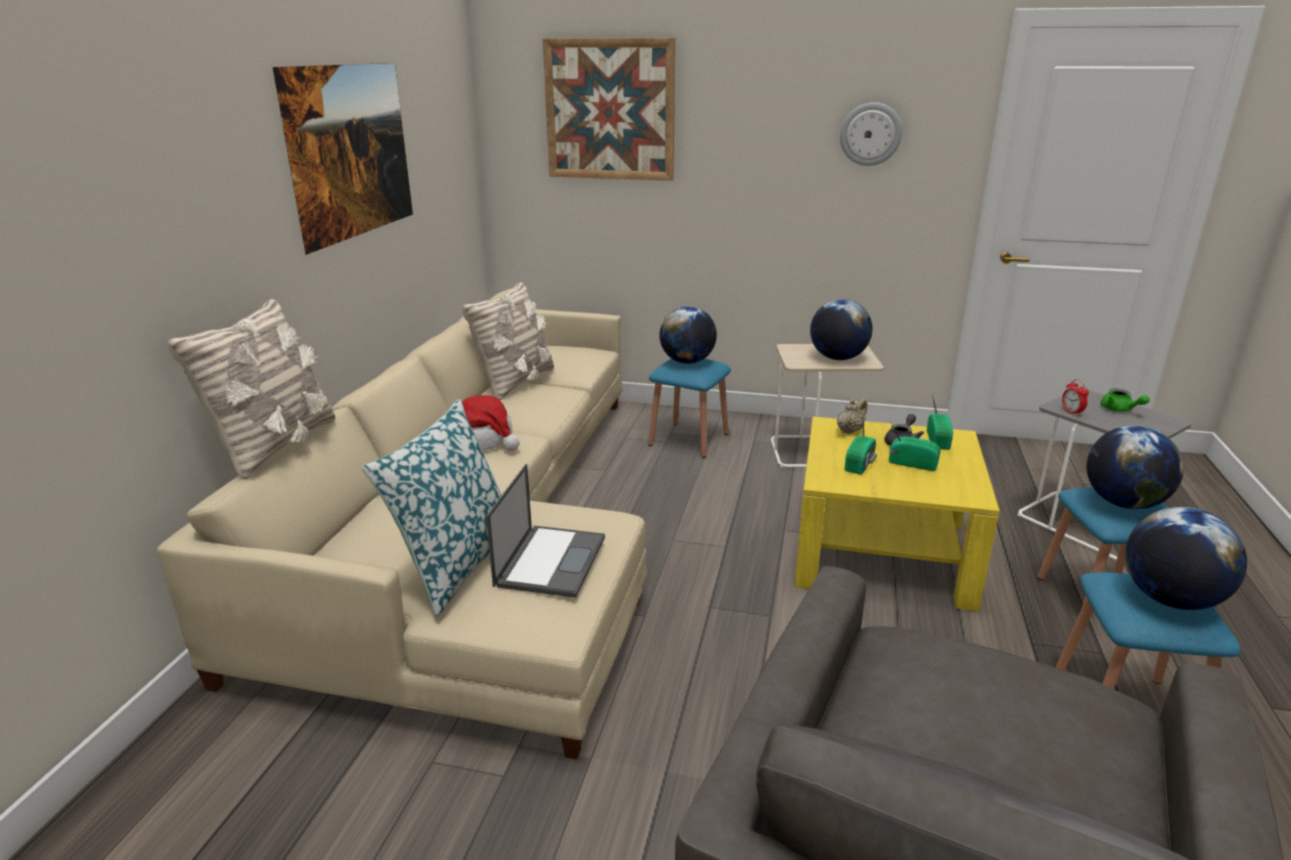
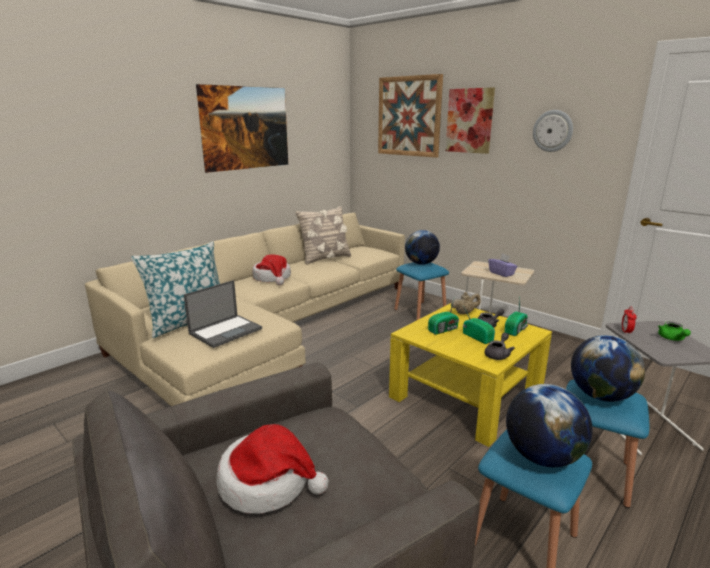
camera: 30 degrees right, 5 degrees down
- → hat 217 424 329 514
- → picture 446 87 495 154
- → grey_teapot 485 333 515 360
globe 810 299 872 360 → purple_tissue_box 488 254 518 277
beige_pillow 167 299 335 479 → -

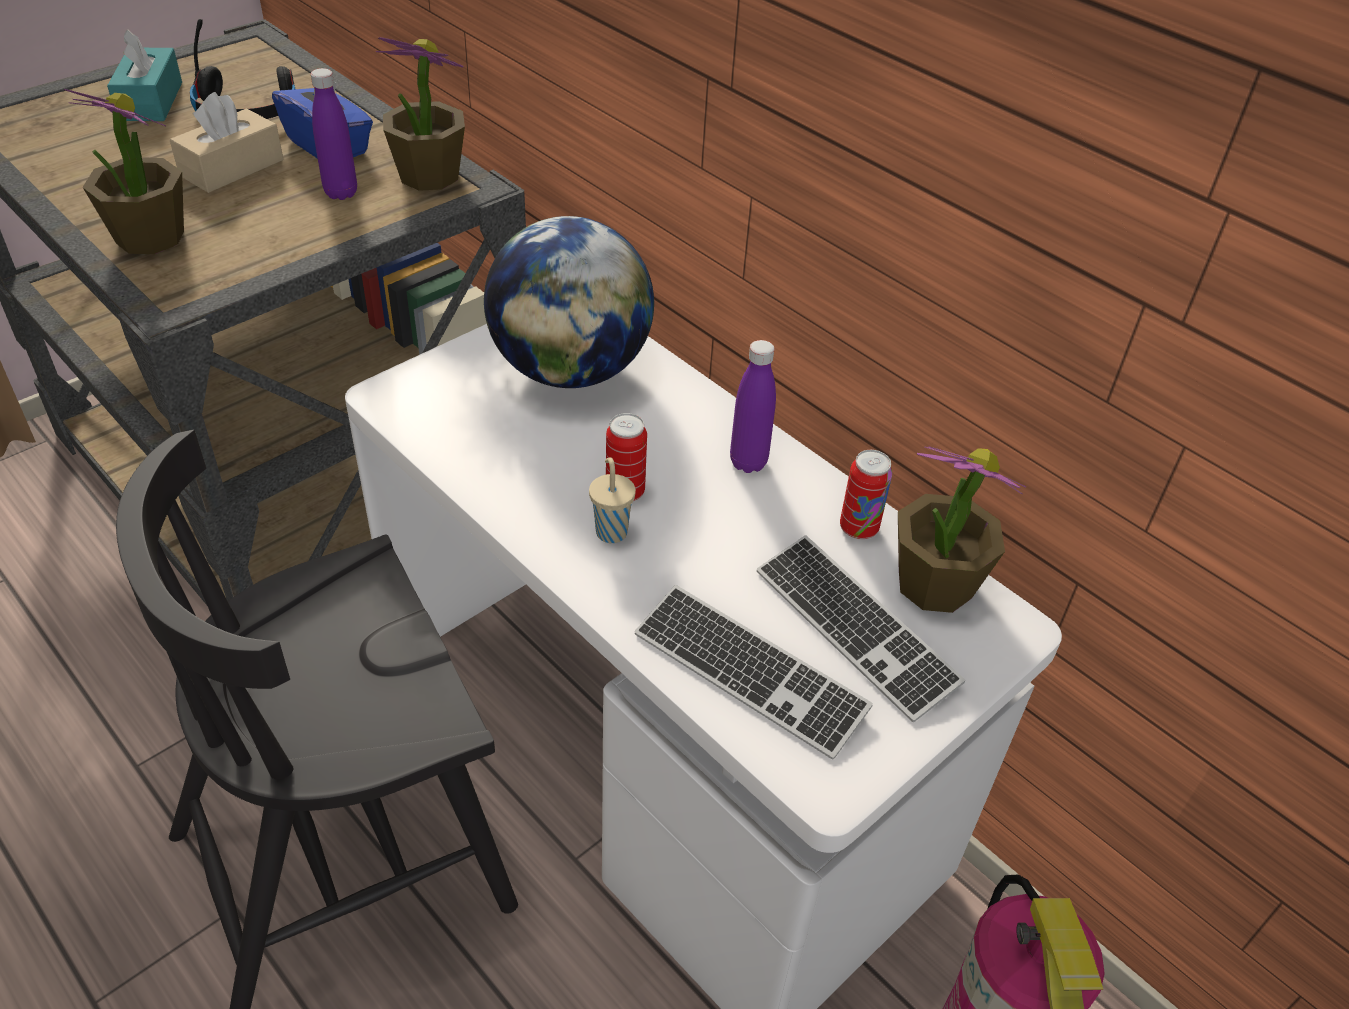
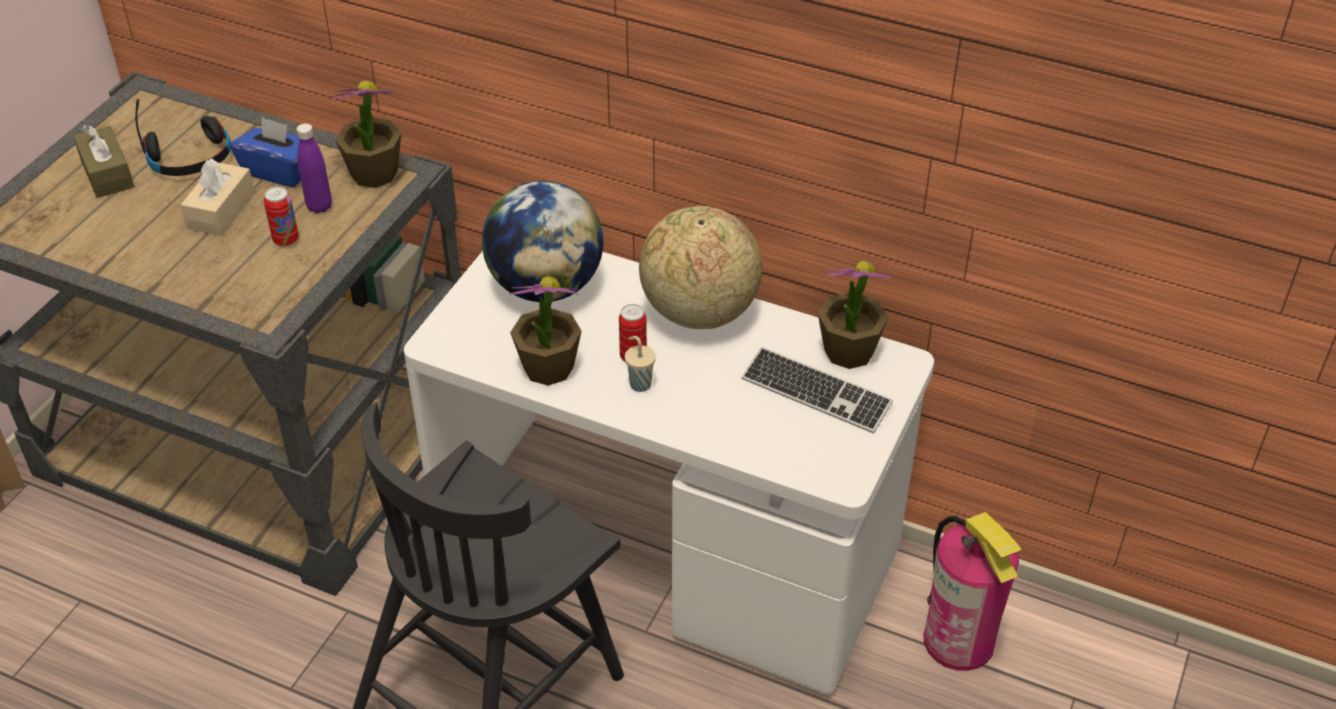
camera: 20 degrees left, 0 degrees up
turquoise_tissue_box 107 29 182 121 → brown_tissue_box 73 125 134 198
can 840 450 892 539 → can 264 186 299 247, move
potted_plant 64 89 184 254 → potted_plant 510 276 582 385, move
purple_bottle 730 340 776 473 → globe 639 206 763 329
keyboard 634 585 873 760 → -

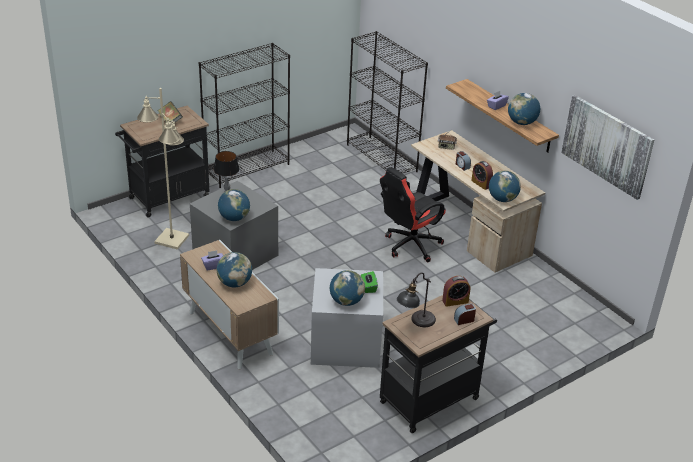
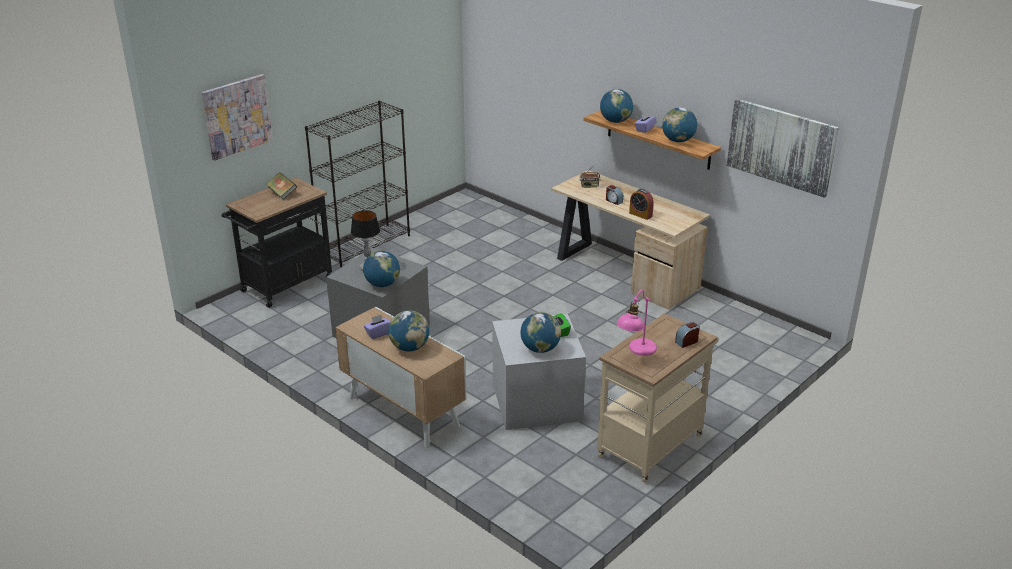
camera: 10 degrees left, 5 degrees down
- → picture 202 74 273 161
black_cart 380 295 497 433 → beige_cart 597 313 719 483
globe 489 171 521 202 → globe 600 89 633 123, move
grey_table_lamp 397 272 436 327 → pink_table_lamp 617 290 657 356
beige_floor_lamp 137 88 189 250 → -
black_bookcase 347 31 428 173 → -
black_office_chair 380 167 446 262 → -
alarm_clock 442 276 470 307 → -

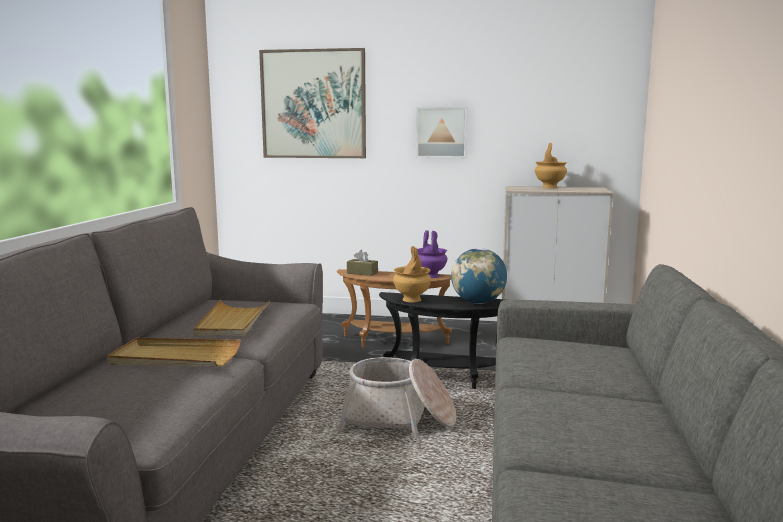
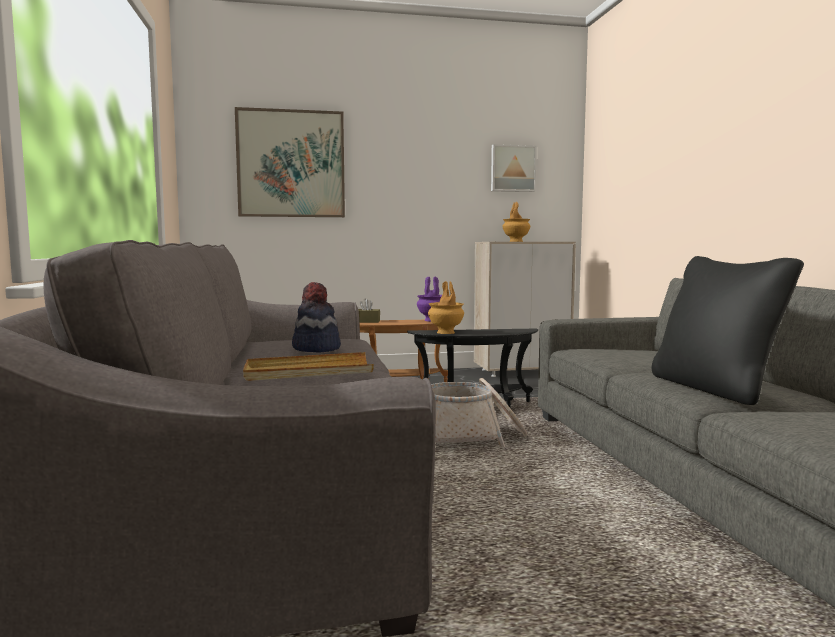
camera: 20 degrees left, 5 degrees down
beige_tray 193 300 270 336 → hat 292 282 341 353
picture 416 107 467 158 → picture 491 144 537 192, move
- → black_pillow 652 256 804 405
globe 451 248 507 304 → -

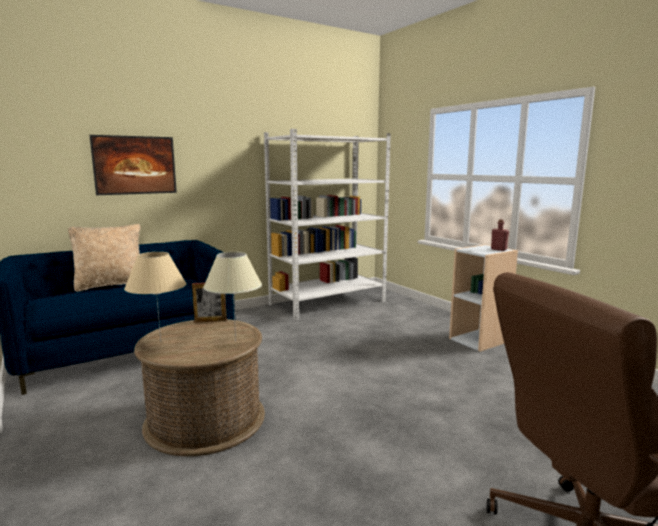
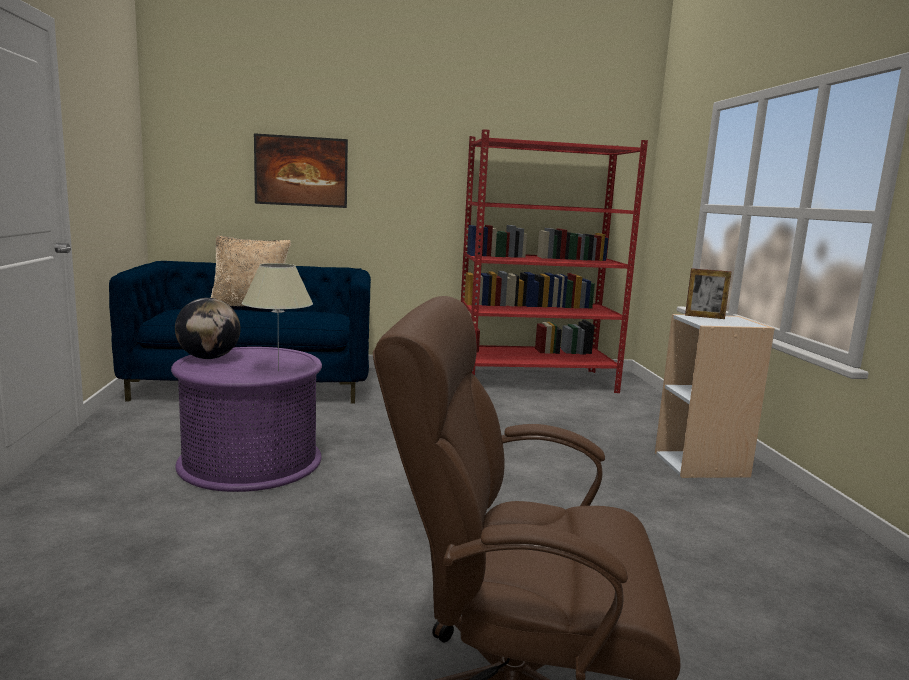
camera: 25 degrees right, 0 degrees up
brown_coffee_table 134 319 265 456 → purple_coffee_table 171 347 322 492
beige_table_lamp 124 252 186 342 → globe 175 298 241 359
white_bookcase 264 129 391 320 → red_bookcase 461 129 648 393
picture_frame 192 283 227 323 → picture_frame 685 268 731 319, move
red_bottle 491 219 509 251 → -

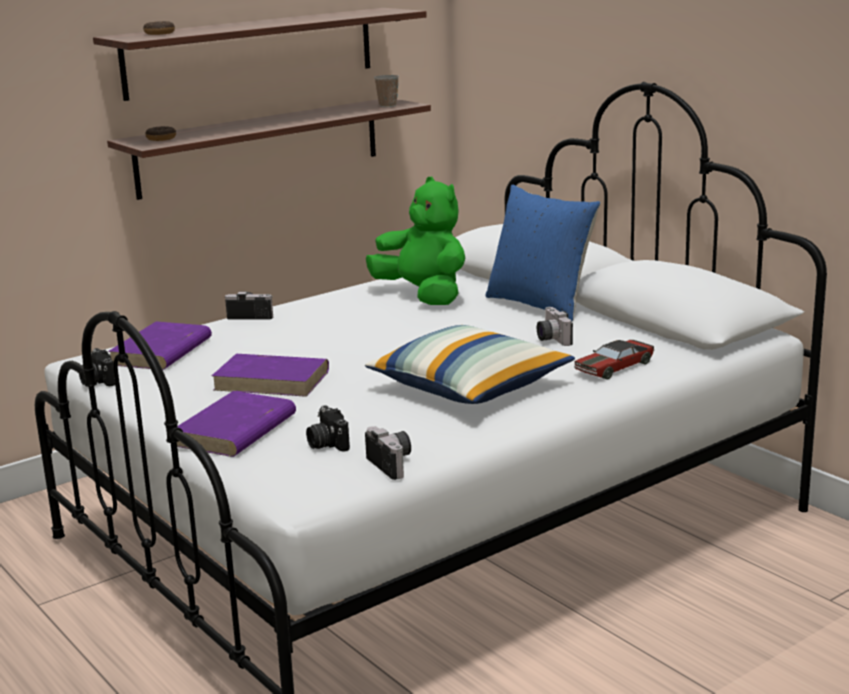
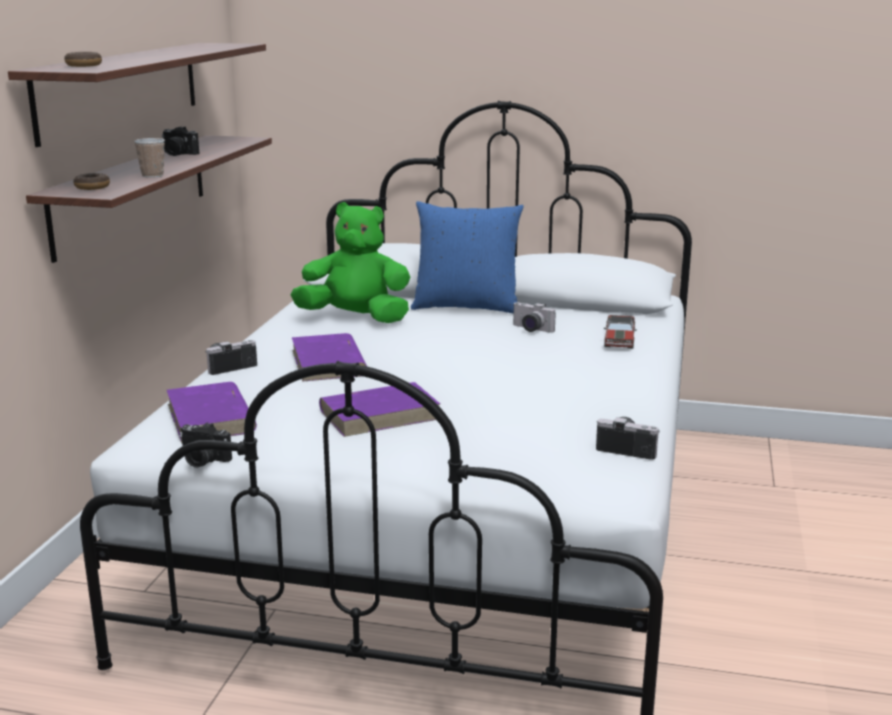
camera: 40 degrees left, 0 degrees up
cup 374 75 399 107 → cup 134 138 165 178, move
photo_camera 306 405 350 452 → photo_camera 162 126 199 156, move
purple_book 177 391 296 457 → purple_book 292 333 367 382, move
pillow 365 325 575 404 → -

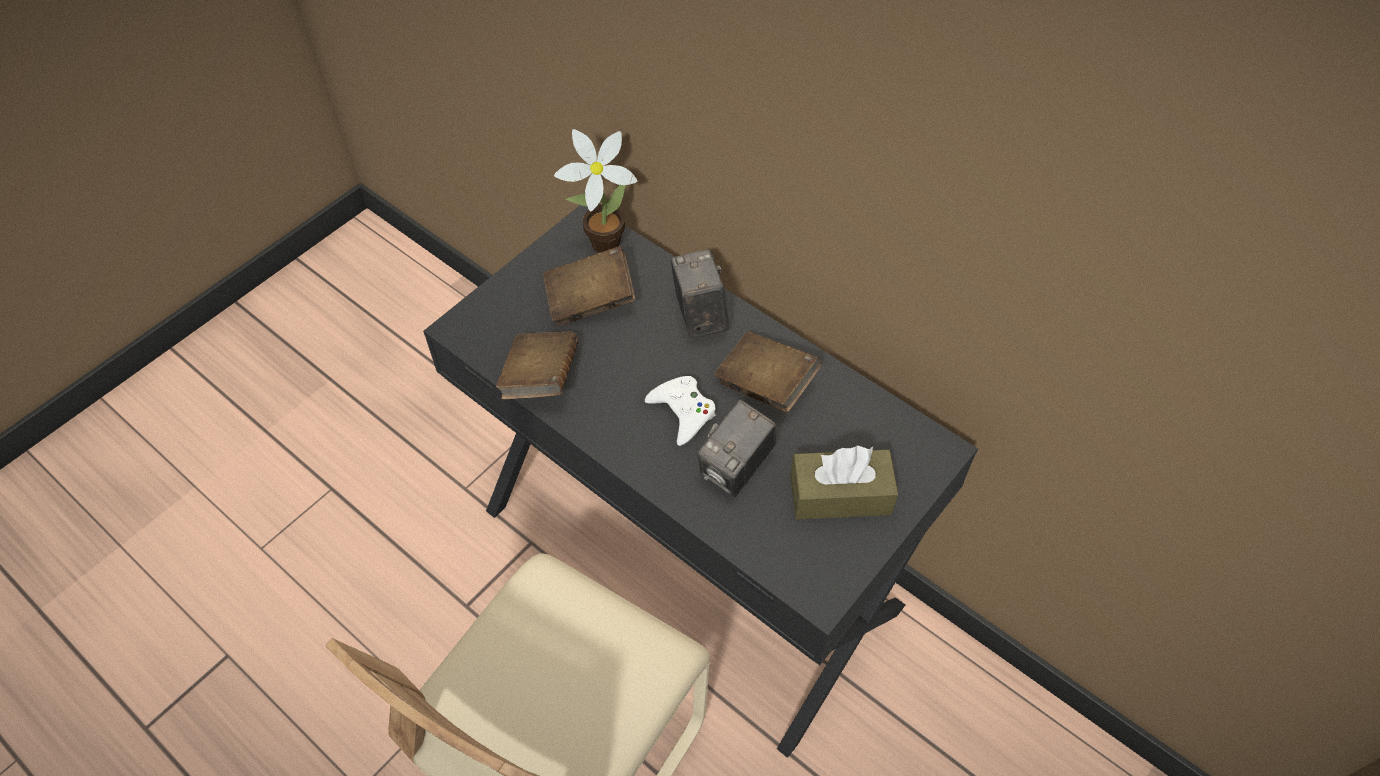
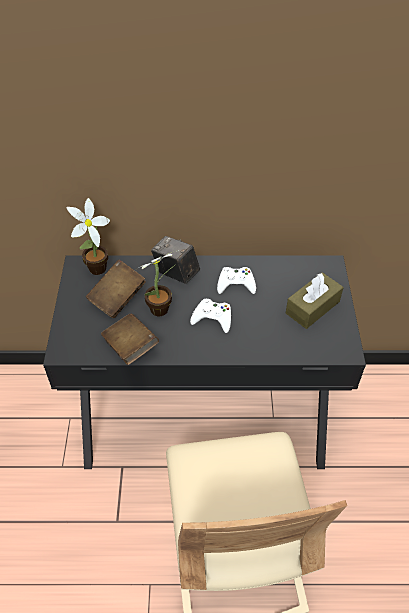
camera: 40 degrees left, 5 degrees down
- → potted_plant 131 250 179 316
brown_book 714 331 821 412 → white_game_controller 217 267 256 294
photo_camera 698 400 776 497 → -

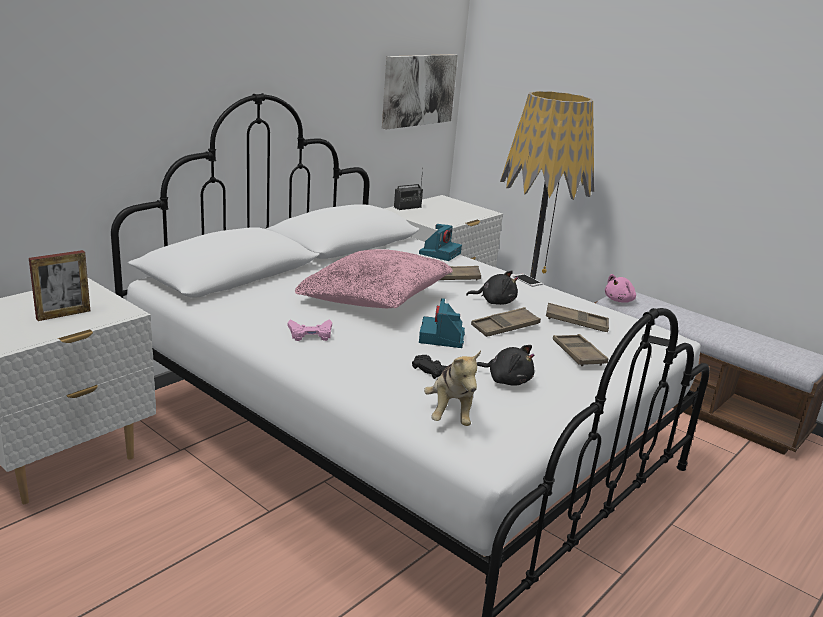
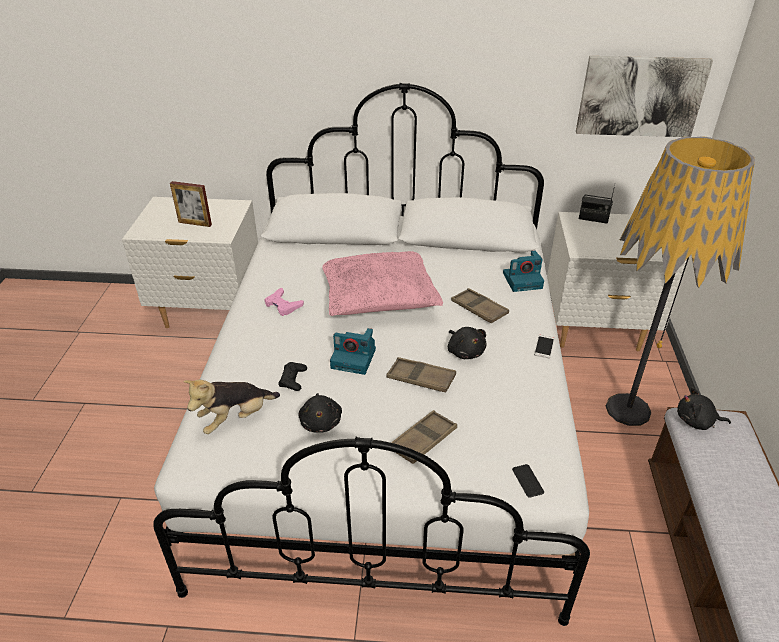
camera: 55 degrees right, 15 degrees up
photo_camera 419 298 465 348 → photo_camera 330 328 376 375, 135 degrees counterclockwise
pink_plush_toy 605 274 636 303 → black_plush_toy 677 387 731 430
brown_tray 546 303 609 332 → -

